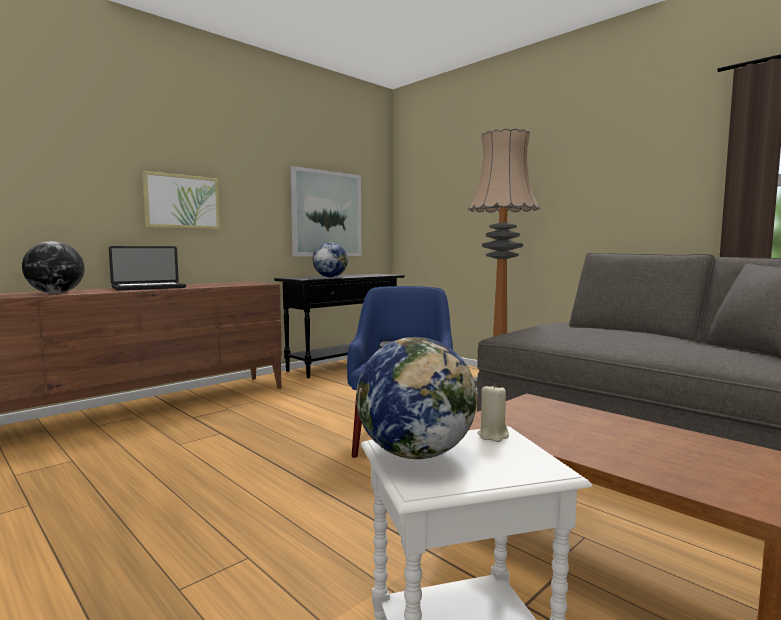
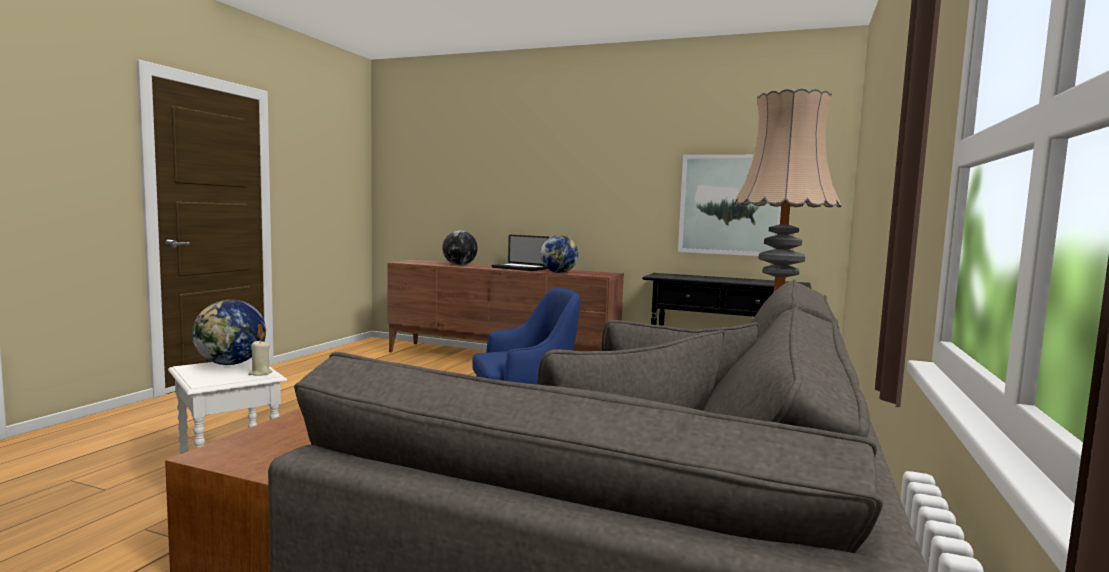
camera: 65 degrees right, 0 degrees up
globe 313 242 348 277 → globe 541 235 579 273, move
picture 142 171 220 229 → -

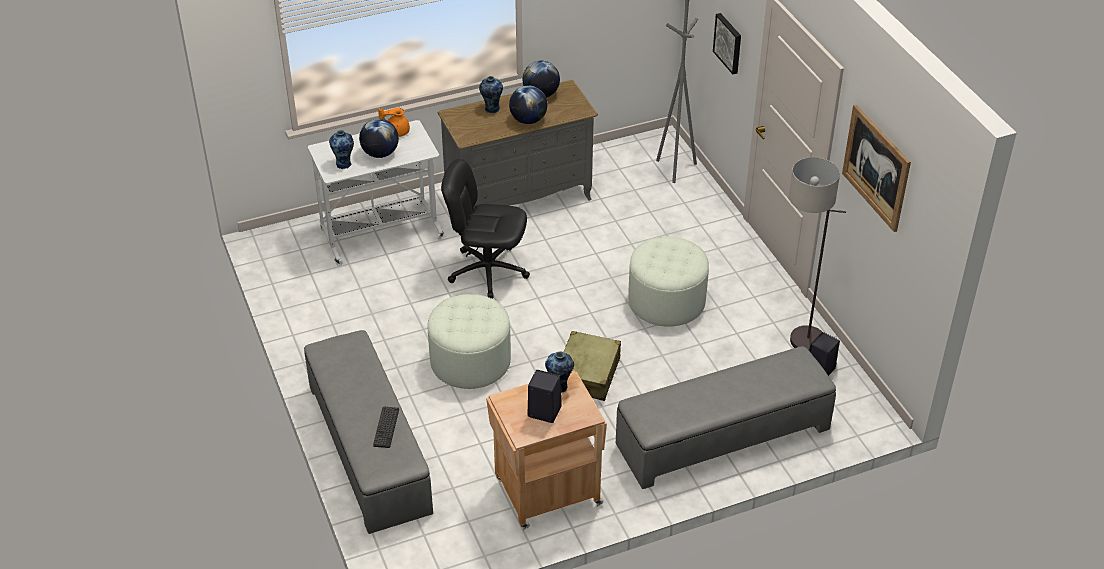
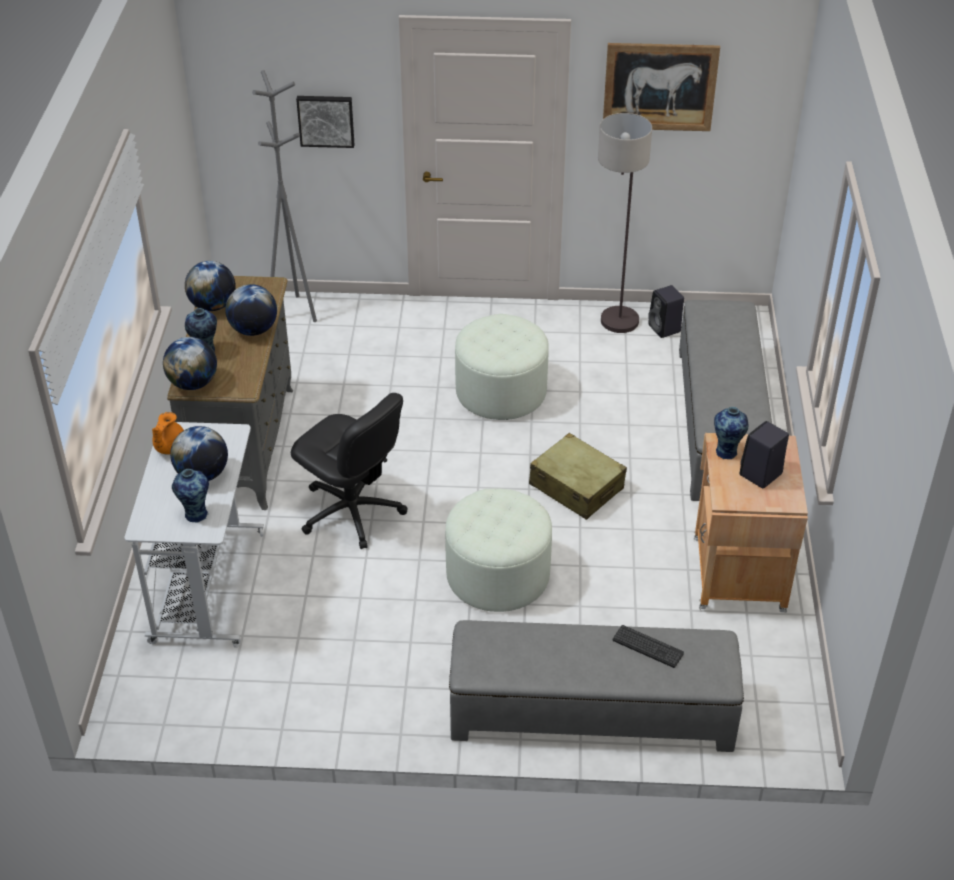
camera: 65 degrees left, 0 degrees up
- → globe 163 337 217 390
black_office_chair 441 159 530 299 → black_office_chair 291 393 407 549, 90 degrees counterclockwise

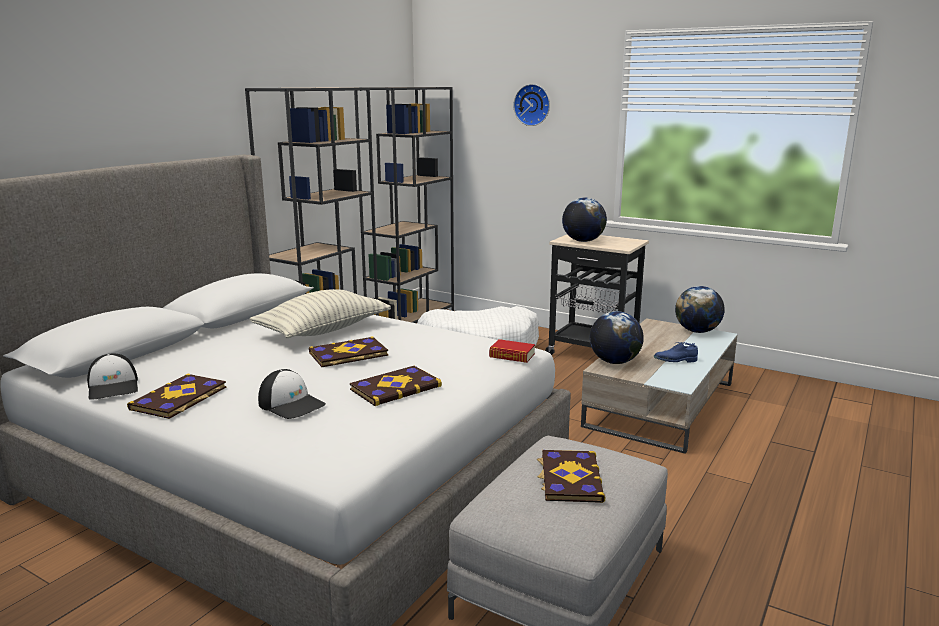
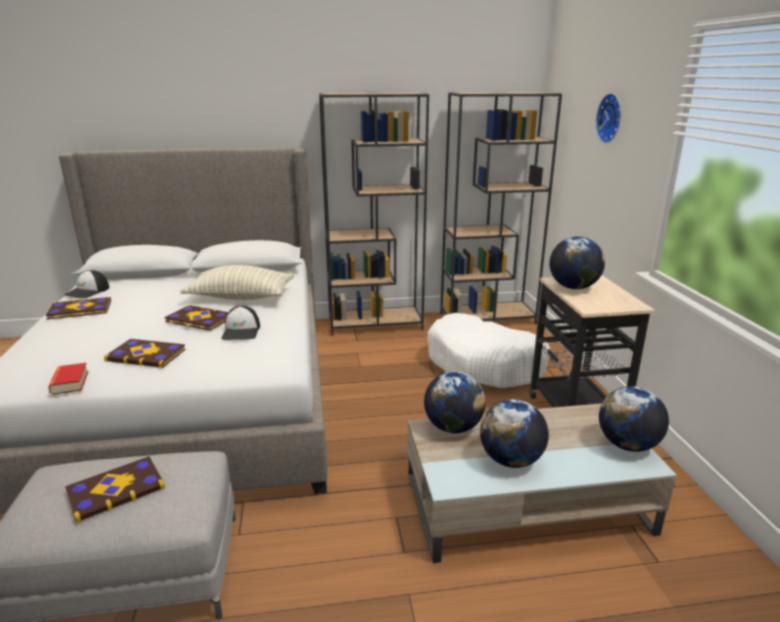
camera: 50 degrees right, 5 degrees up
book 489 339 535 363 → book 48 363 88 394, move
cap 258 369 326 419 → cap 221 306 260 340, move
blue_shoe 654 342 698 362 → globe 480 399 549 468

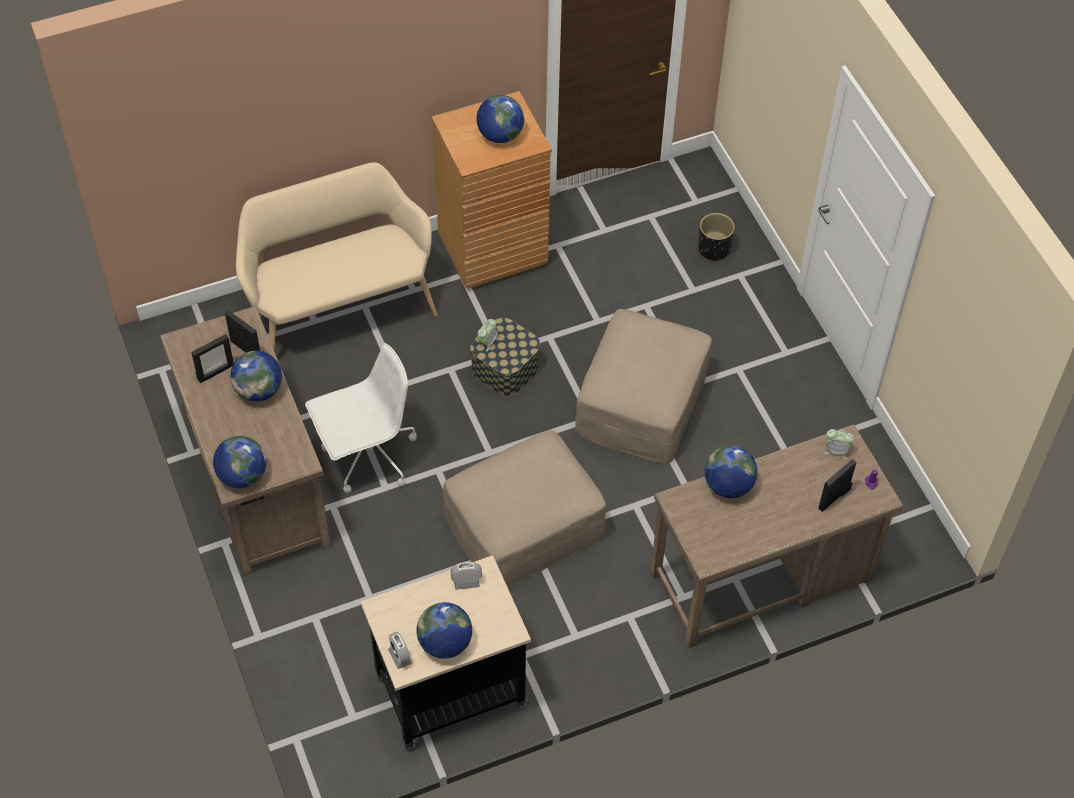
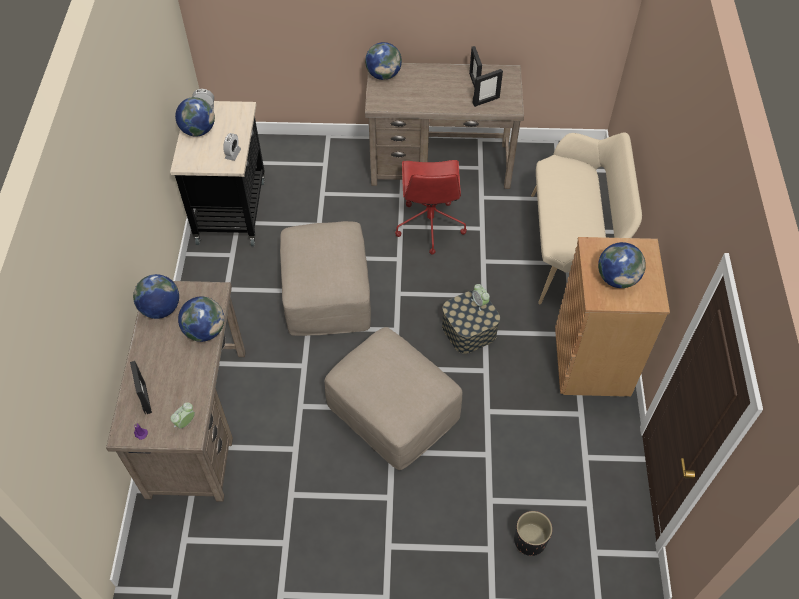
camera: 115 degrees right, 0 degrees up
globe 230 351 282 402 → globe 133 274 179 319, move
white_office_chair 305 343 417 493 → red_office_chair 395 160 467 255

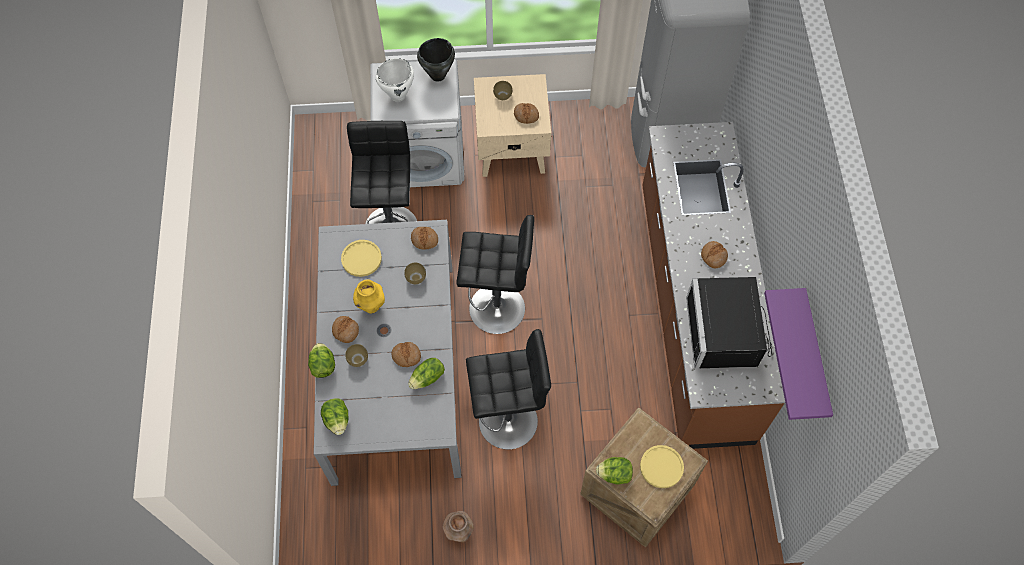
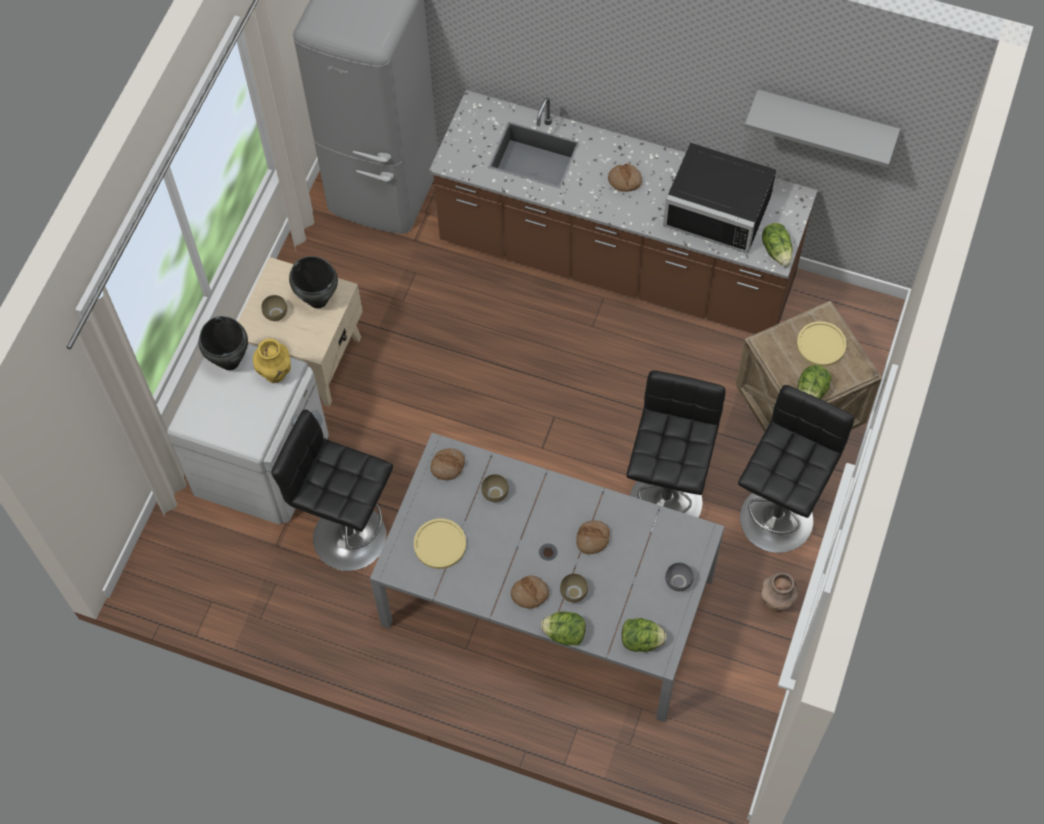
camera: 65 degrees left, 0 degrees up
yellow_vase 353 279 385 313 → yellow_vase 253 339 291 383, move
bread 514 103 539 124 → black_cooking_pot 289 256 338 309
- → grey_bowl 665 563 694 591
black_stool 456 215 534 334 → black_stool 738 385 854 553, move
purple_shelf 764 288 833 420 → grey_shelf 744 89 900 168
lettuce 408 358 445 389 → lettuce 762 223 792 266, move
white_cooking_pot 376 58 414 102 → -

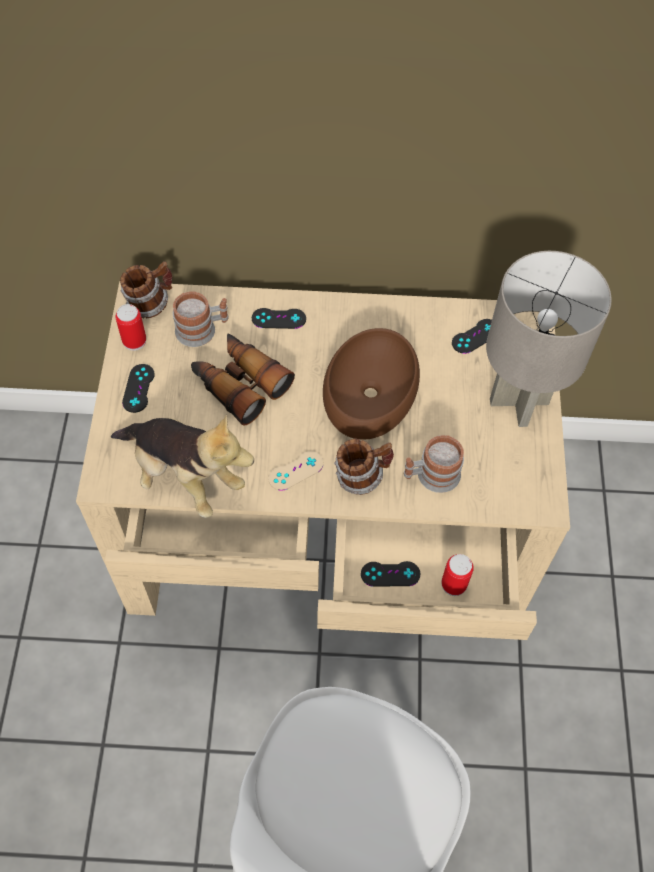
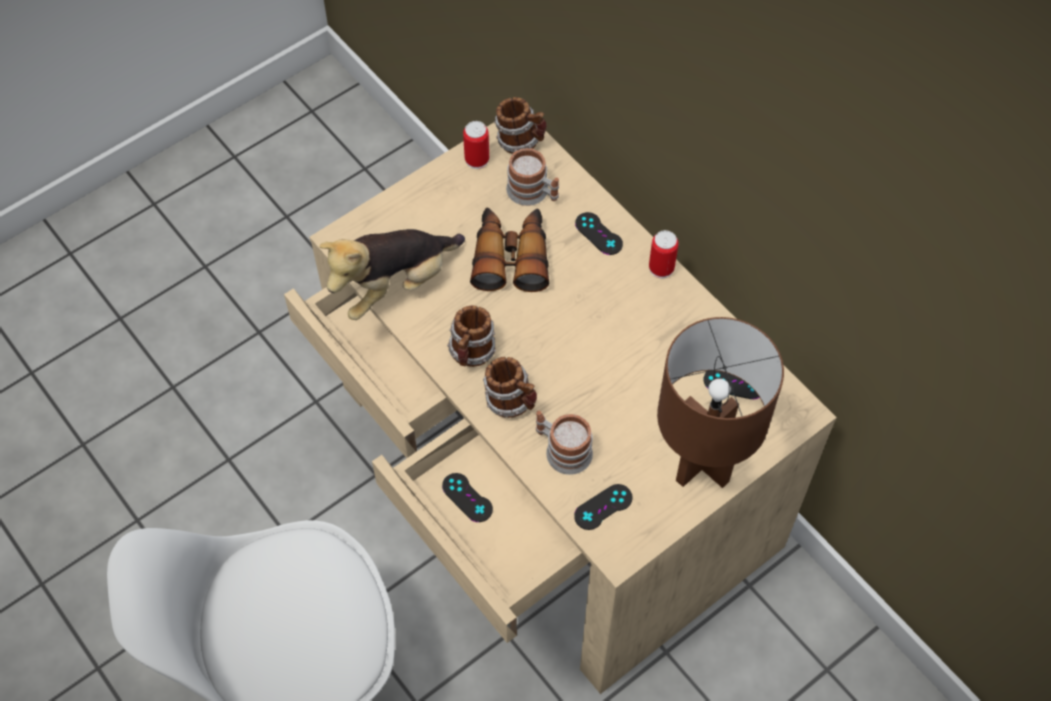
camera: 50 degrees right, 0 degrees up
plush_toy 111 415 254 518 → plush_toy 319 229 465 320, 60 degrees clockwise
beige_game_controller 268 451 323 491 → mug 447 305 496 367
black_game_controller 122 364 155 413 → black_game_controller 574 484 632 530, move
can 441 554 474 596 → can 649 230 679 278, move
grey_table_lamp 486 251 612 427 → brown_table_lamp 657 317 784 488
brown_bowl 323 328 420 440 → -

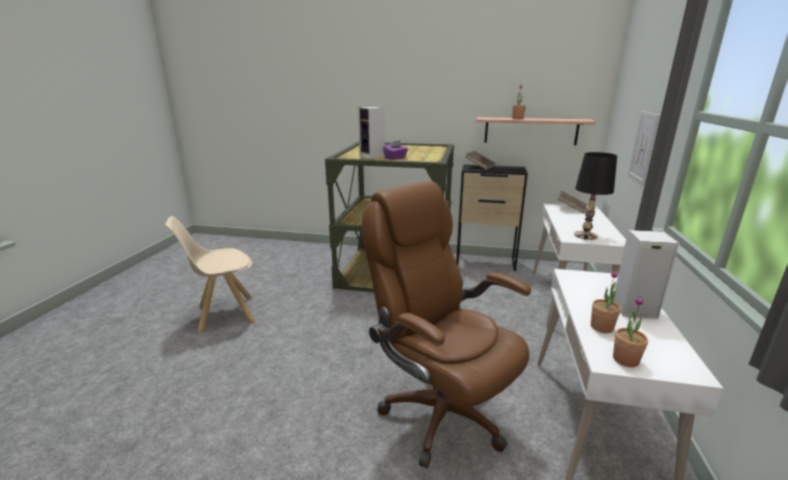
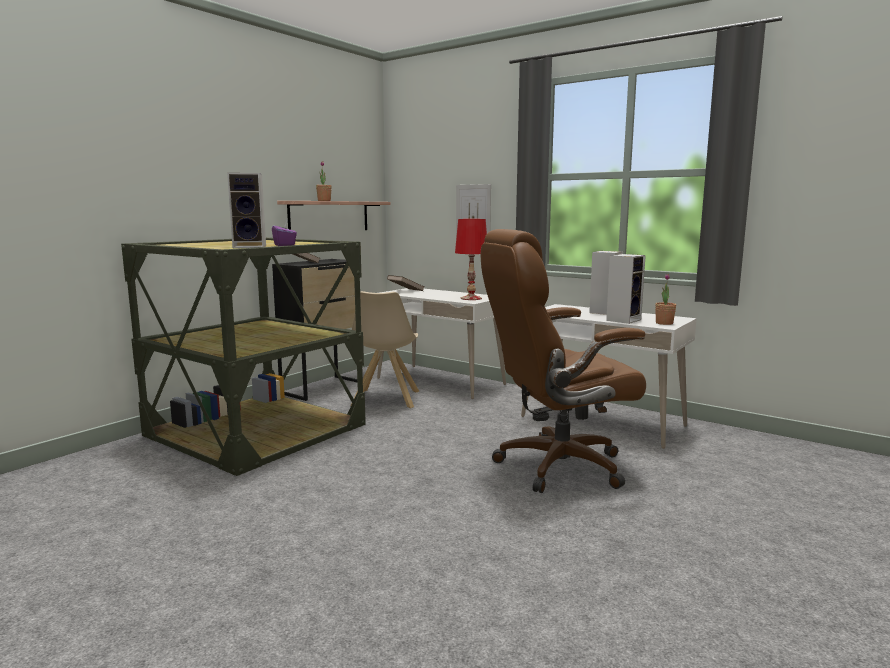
camera: 65 degrees left, 10 degrees down
beige_chair 165 216 256 334 → beige_chair 351 291 420 408, move
black_table_lamp 574 152 617 240 → red_table_lamp 455 219 487 300
potted_plant 591 270 621 333 → speaker 606 254 646 324

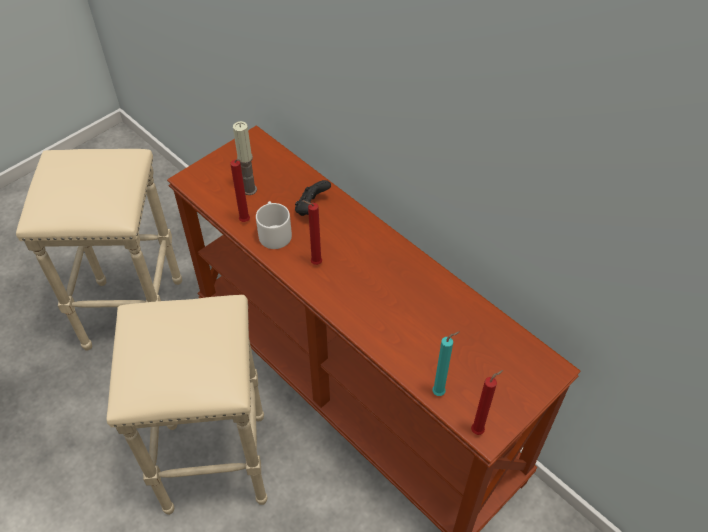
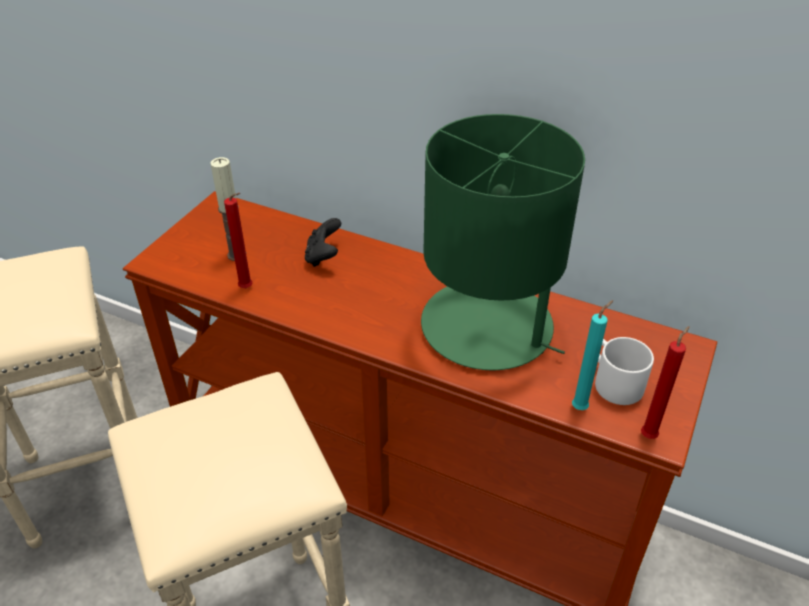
camera: 20 degrees left, 10 degrees down
- → green_table_lamp 421 114 585 370
white_mug 256 201 292 249 → white_mug 595 337 654 405, move
red_candle 302 200 322 265 → -

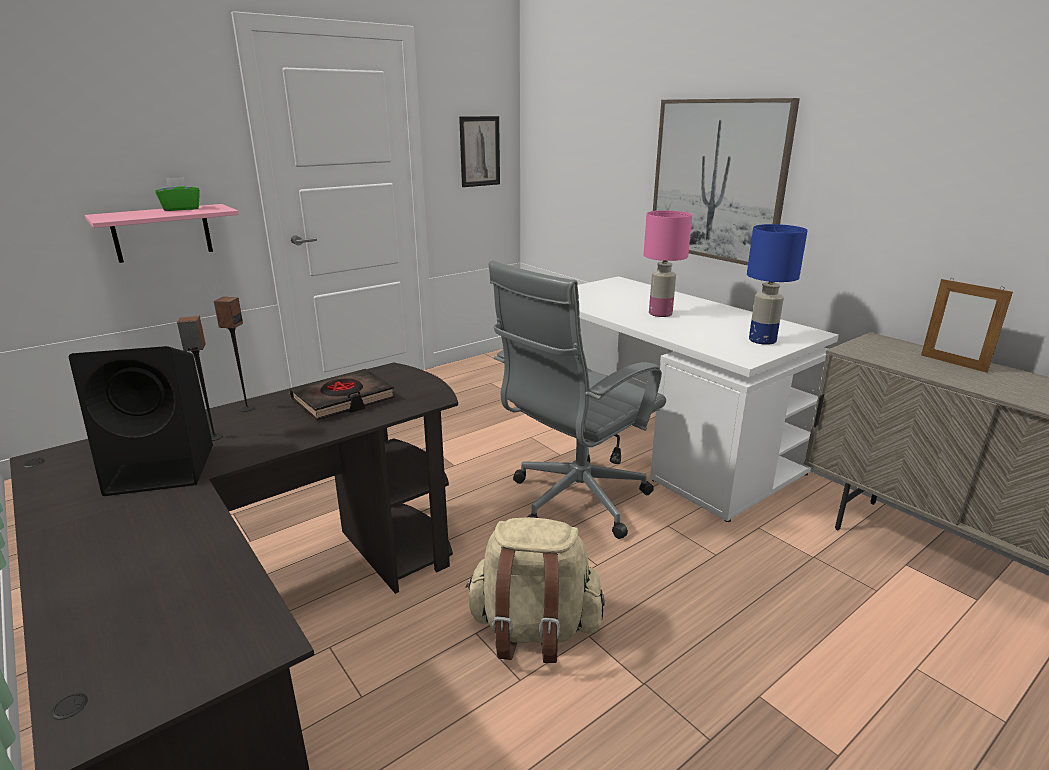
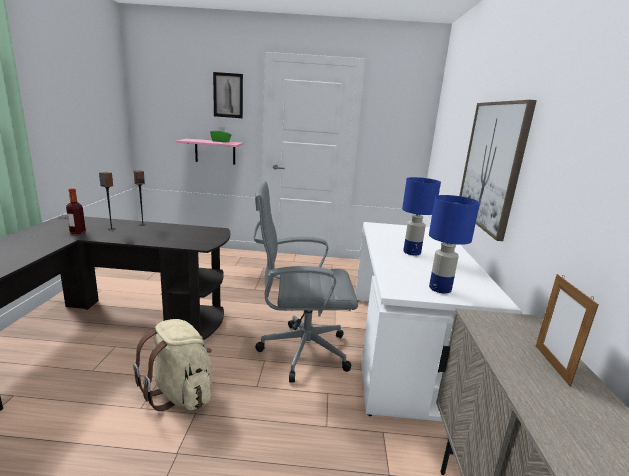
camera: 40 degrees right, 5 degrees down
black_speaker 69 346 213 496 → bottle 66 188 86 234
picture 459 116 500 187 → picture 213 72 243 118, move
pink_table_lamp 644 210 692 317 → blue_table_lamp 402 177 441 256
black_book 289 369 395 421 → -

